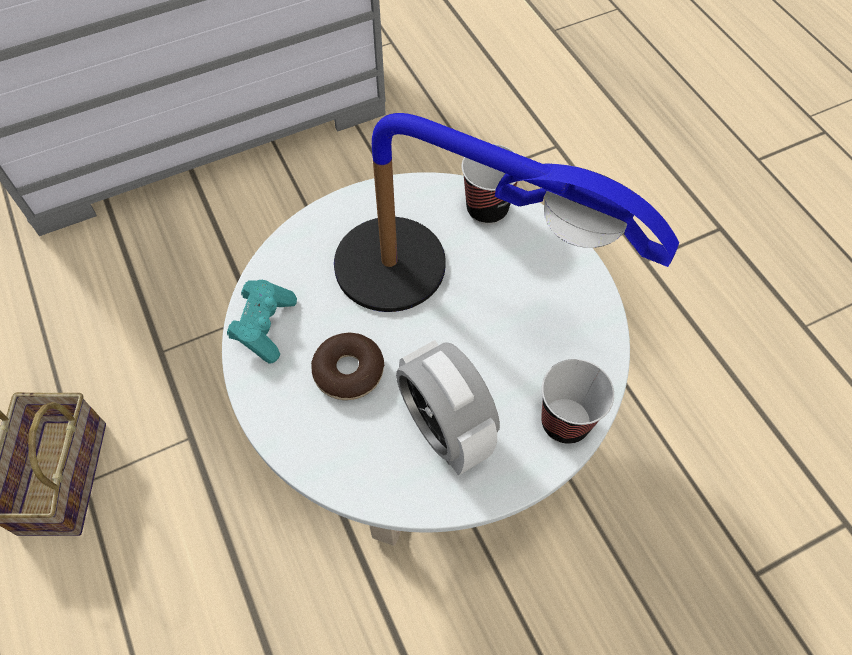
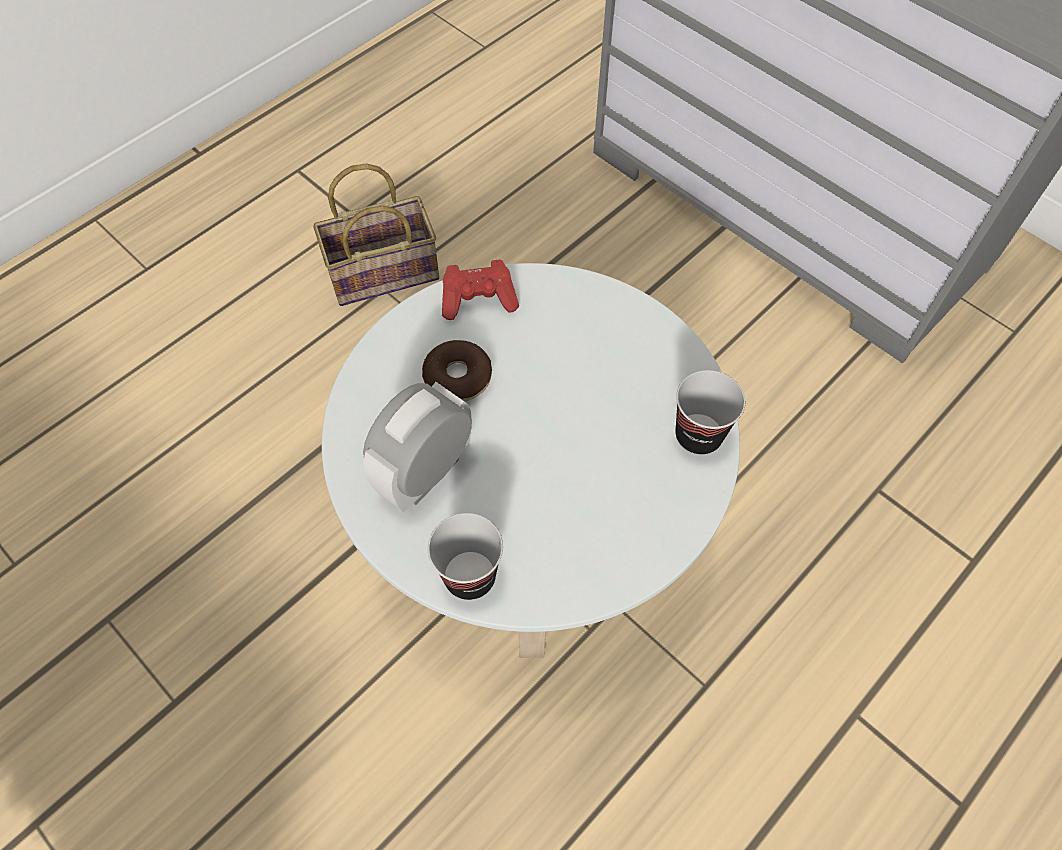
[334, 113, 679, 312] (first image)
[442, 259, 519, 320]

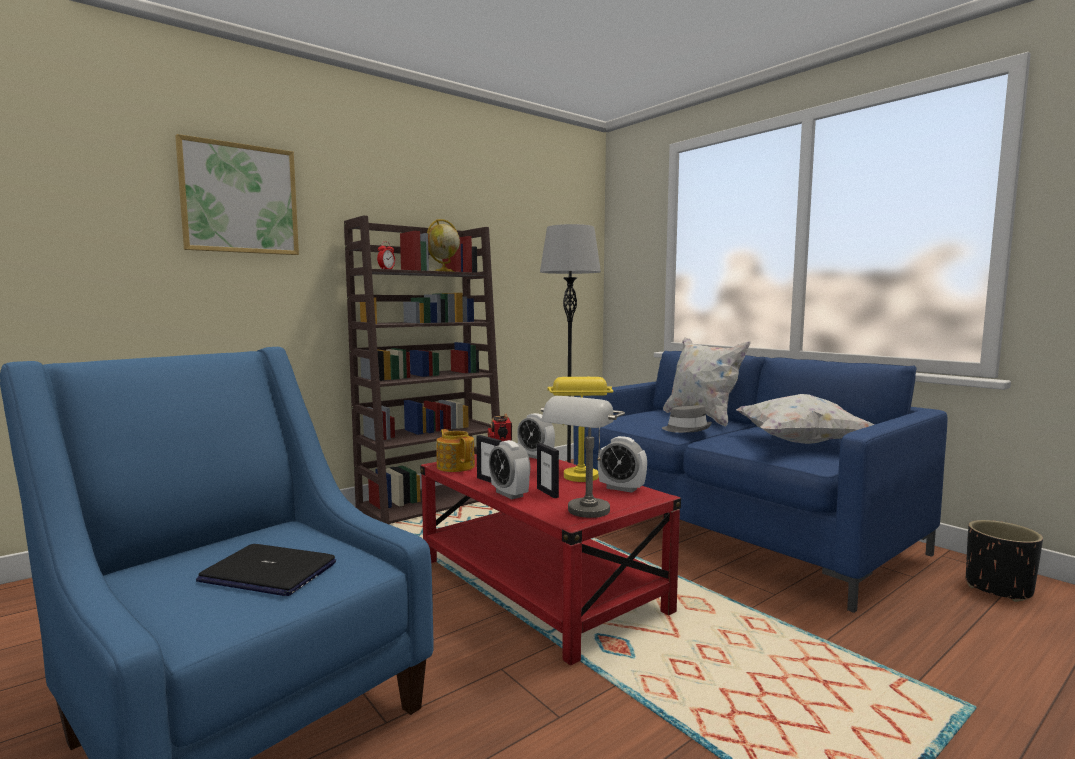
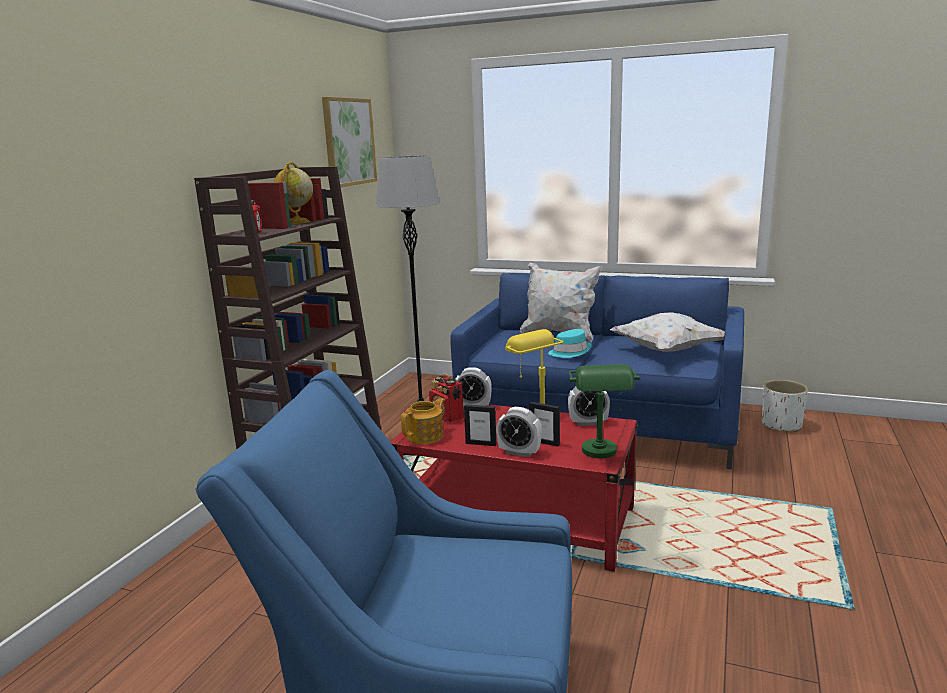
[196, 544, 336, 596] (first image)
[322, 97, 377, 187]
[569, 364, 640, 458]
[548, 329, 591, 358]
[762, 380, 808, 432]
[401, 398, 445, 444]

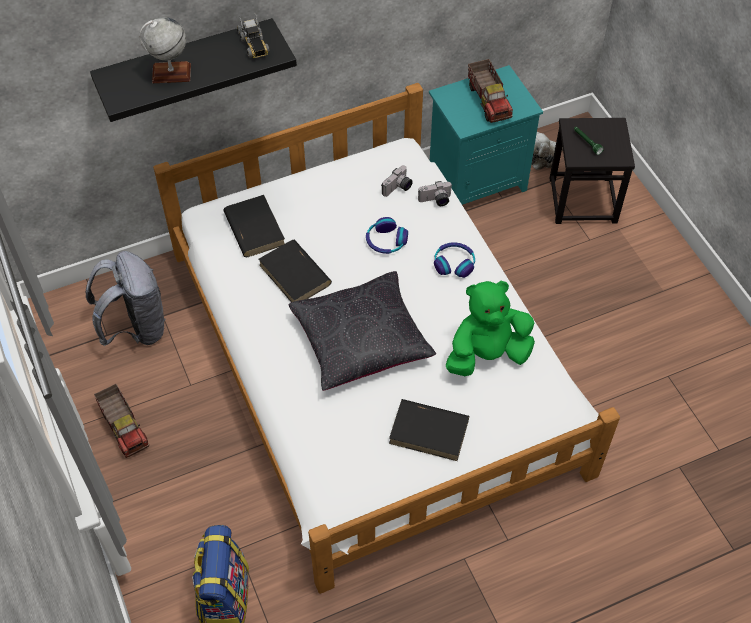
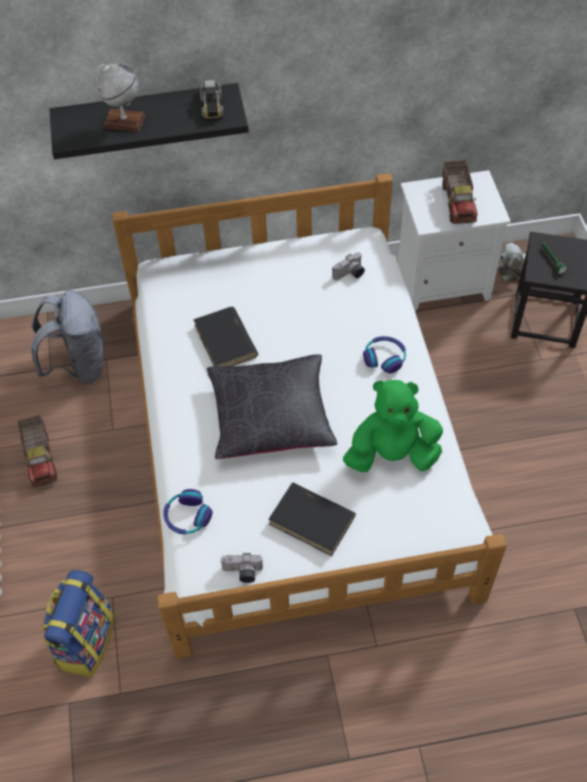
[223, 195, 285, 257] (first image)
[163, 489, 213, 534]
[220, 553, 263, 583]
[398, 170, 511, 312]

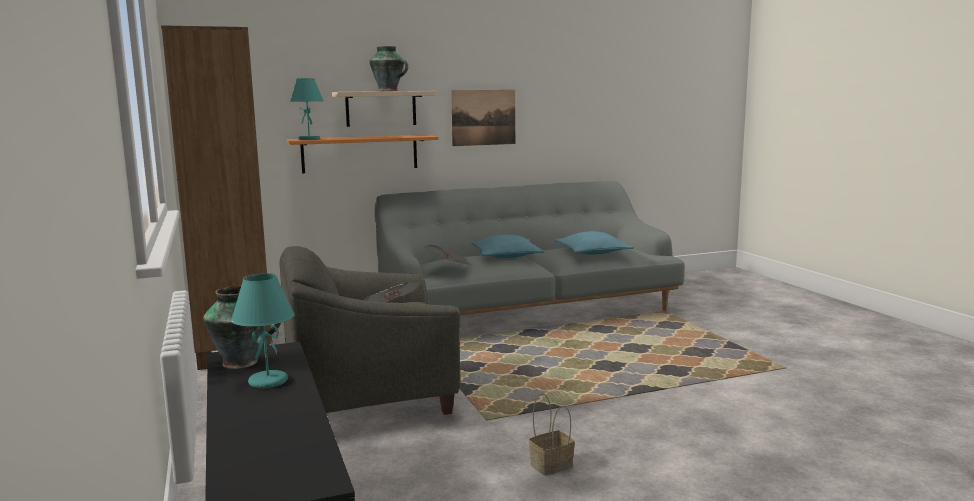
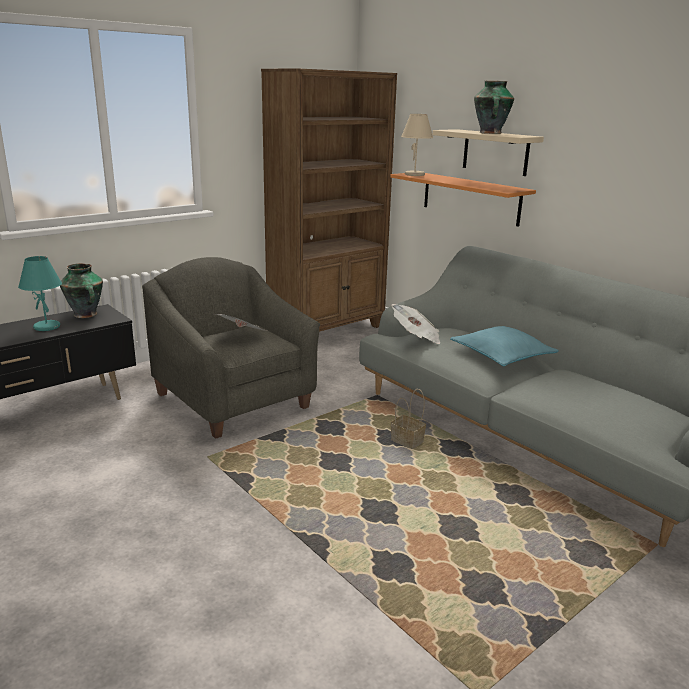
[451, 90, 515, 146] (first image)
[555, 231, 634, 255] (first image)
[391, 389, 426, 449]
[401, 114, 433, 176]

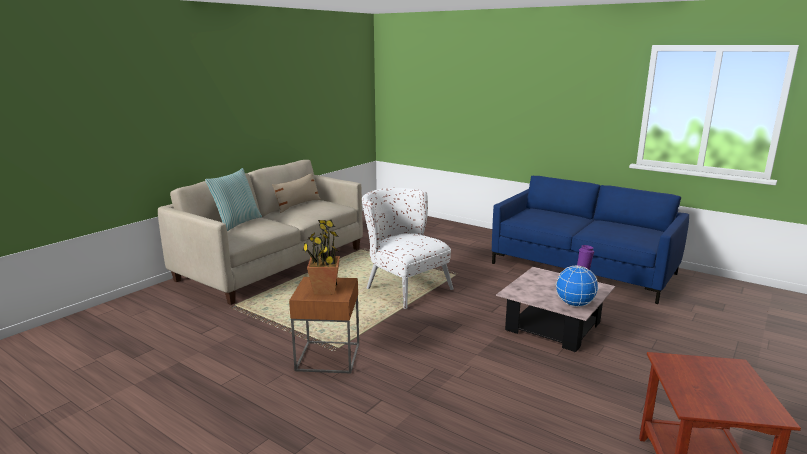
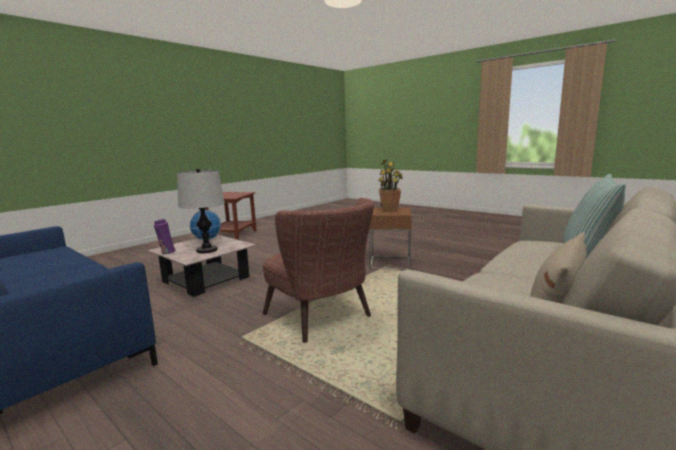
[177, 169, 225, 253]
[263, 198, 374, 343]

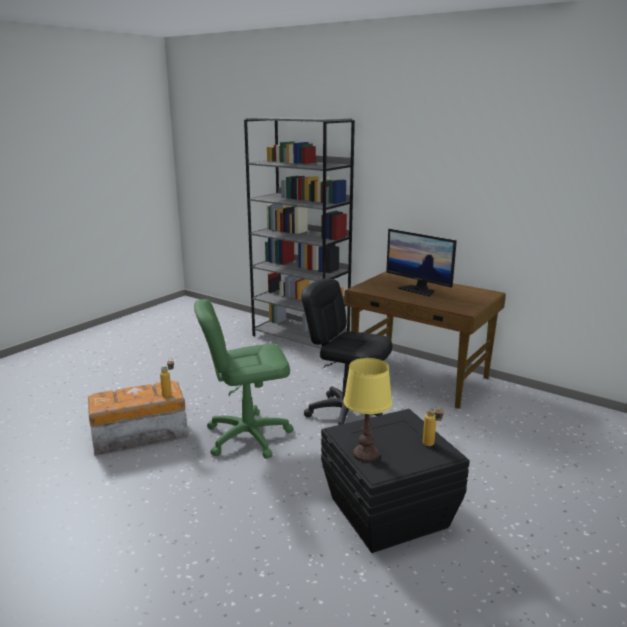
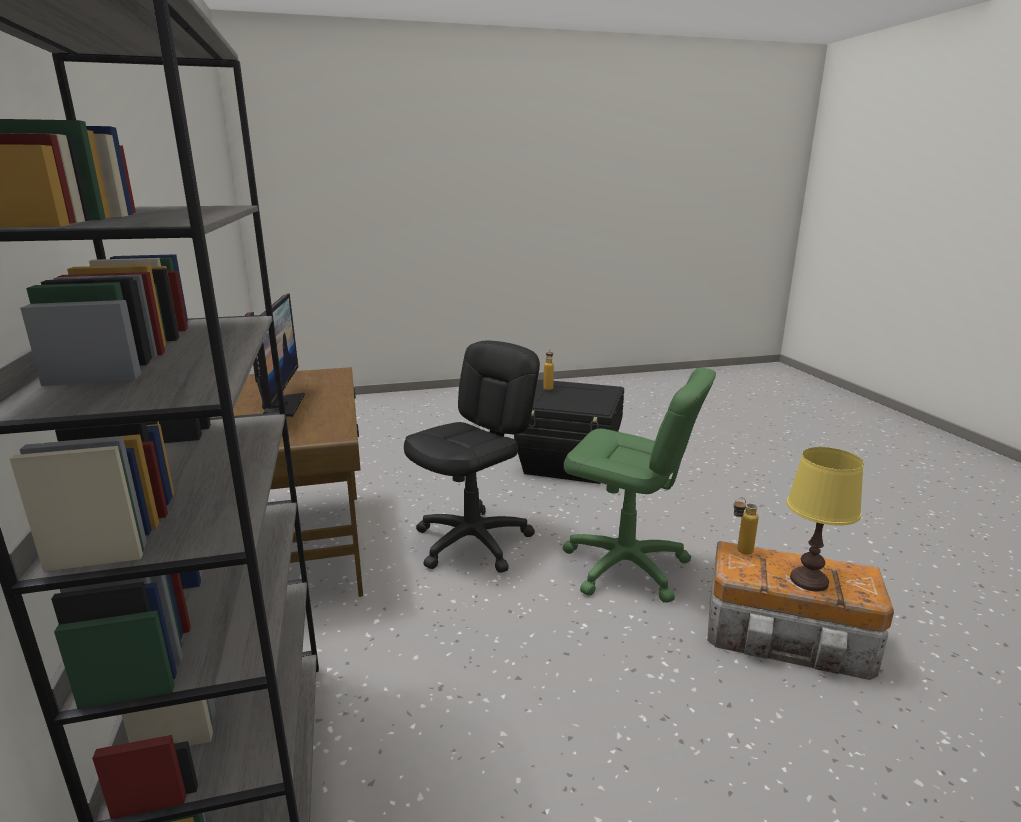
[786, 447, 864, 592]
[404, 341, 540, 573]

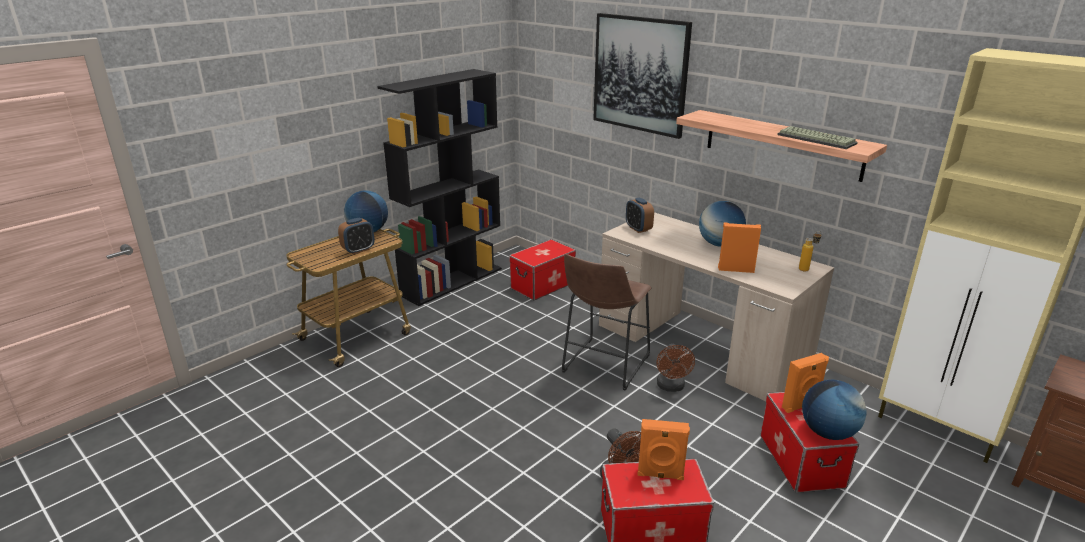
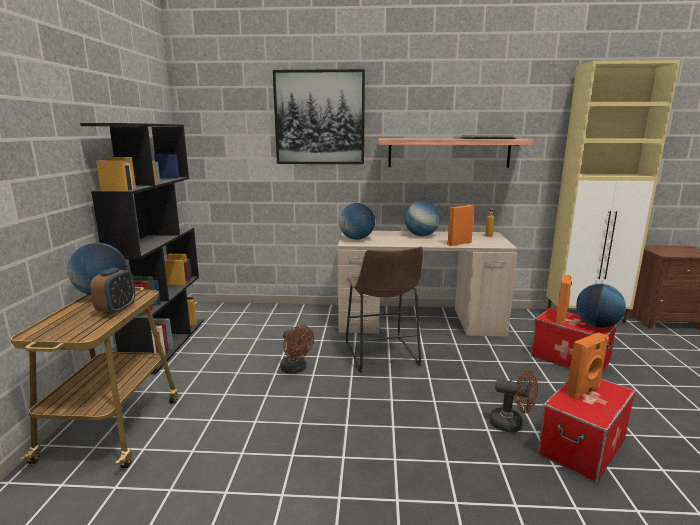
[509, 239, 576, 300] (first image)
[280, 325, 314, 373]
[339, 203, 375, 240]

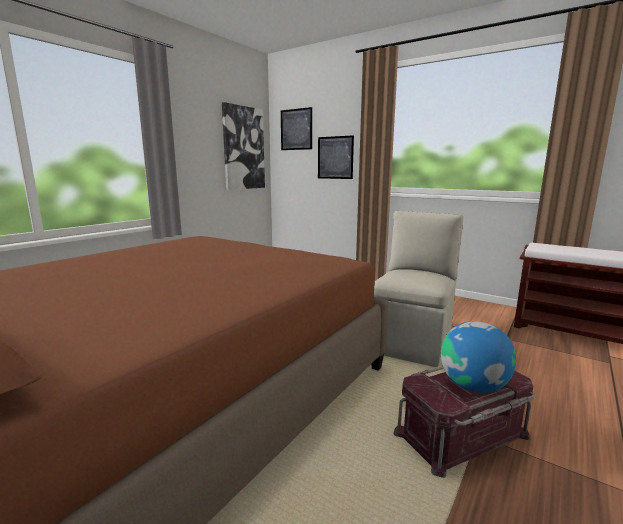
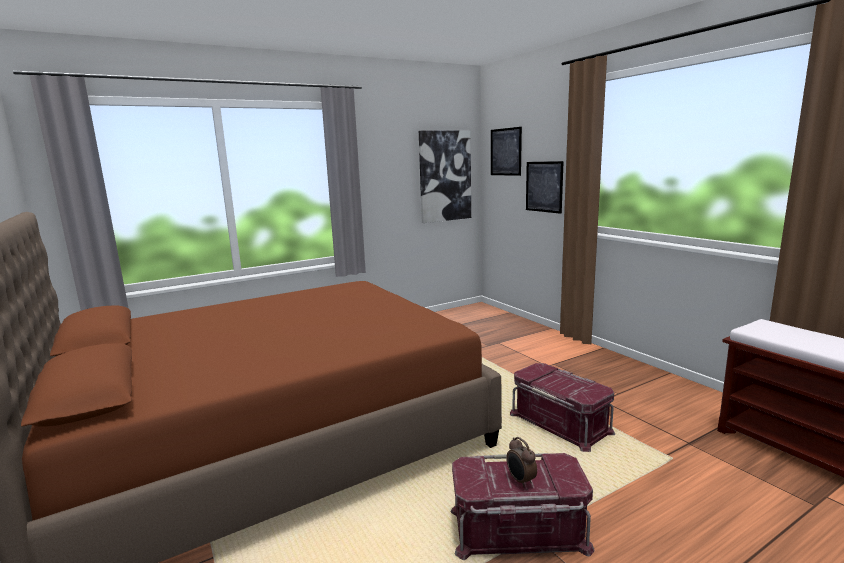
[510, 363, 615, 452]
[506, 437, 537, 488]

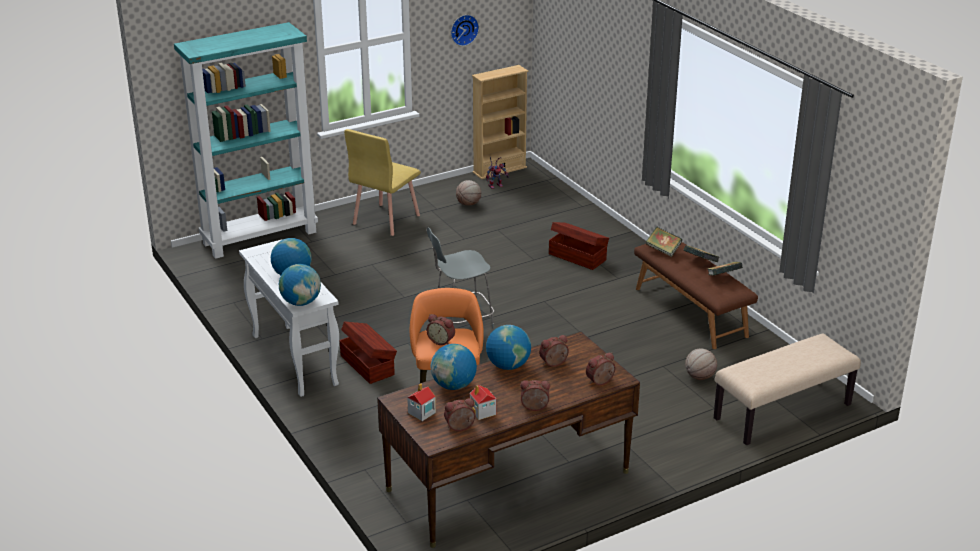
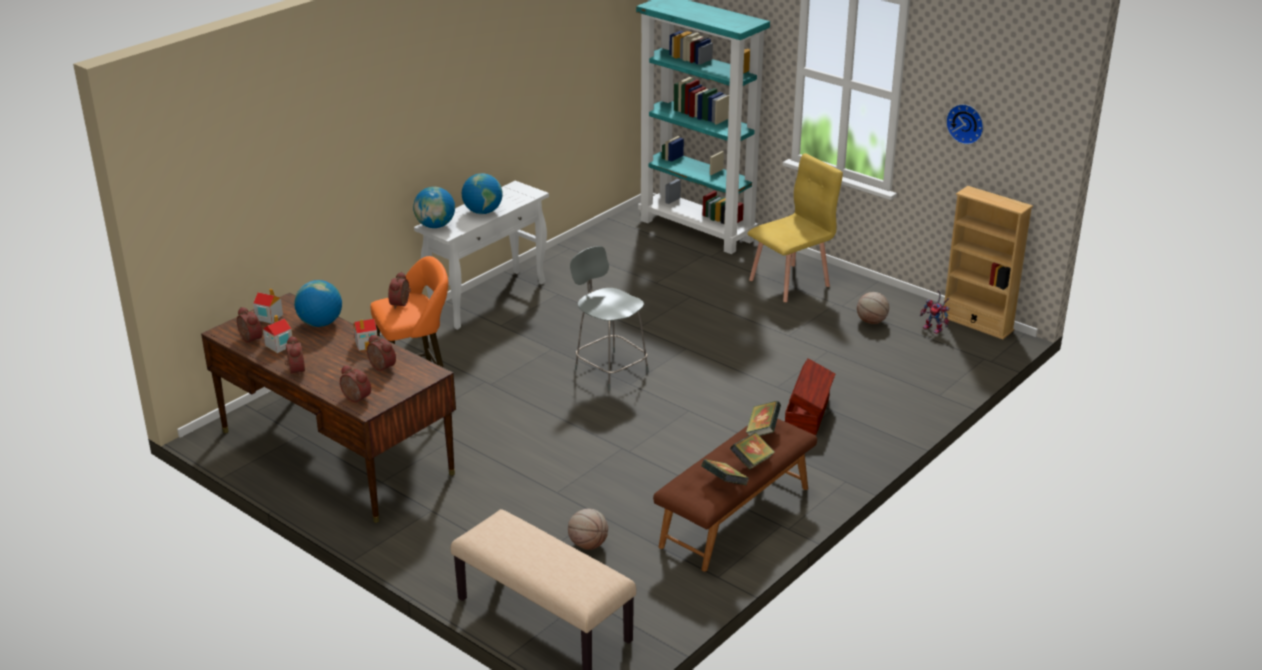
[340, 322, 397, 384] (first image)
[353, 319, 377, 351]
[748, 153, 843, 302]

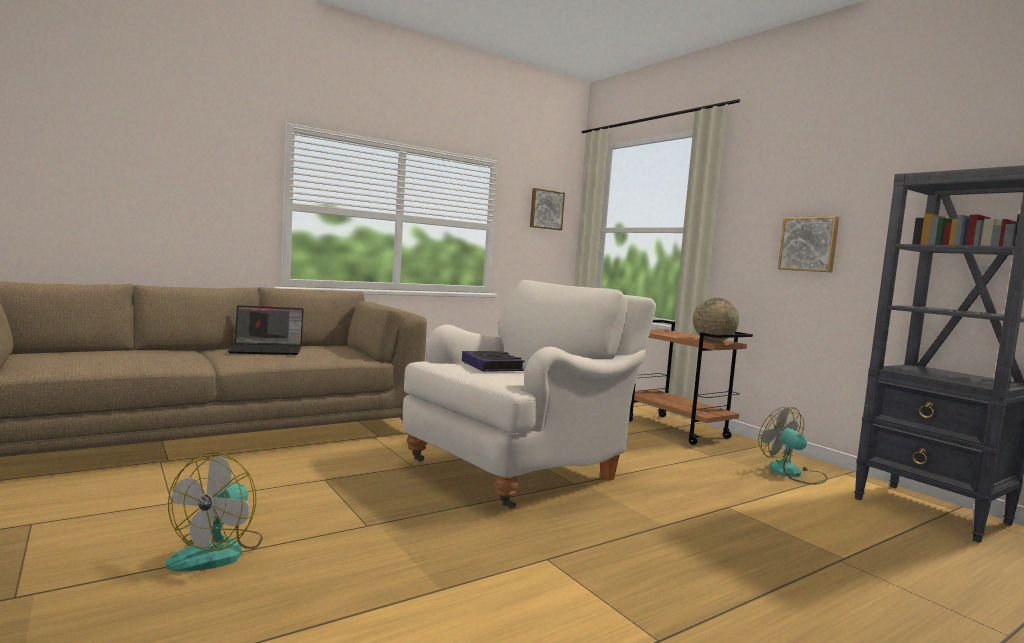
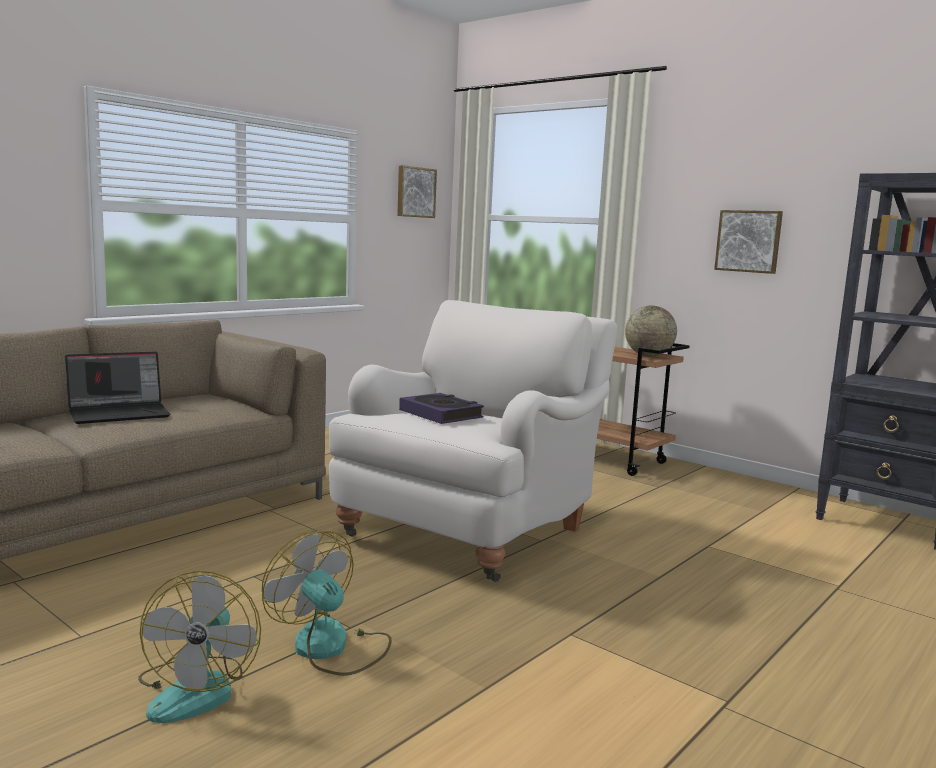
[262, 531, 392, 676]

